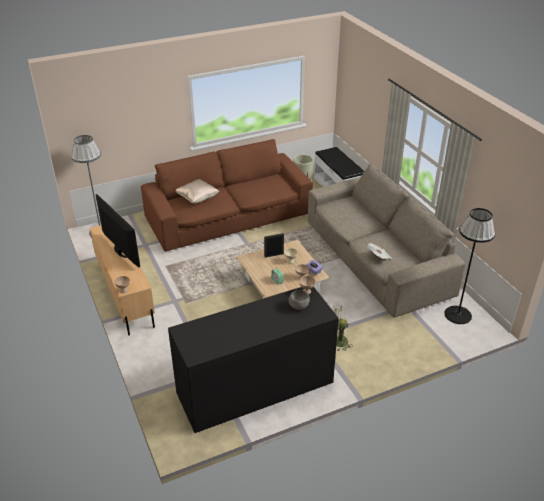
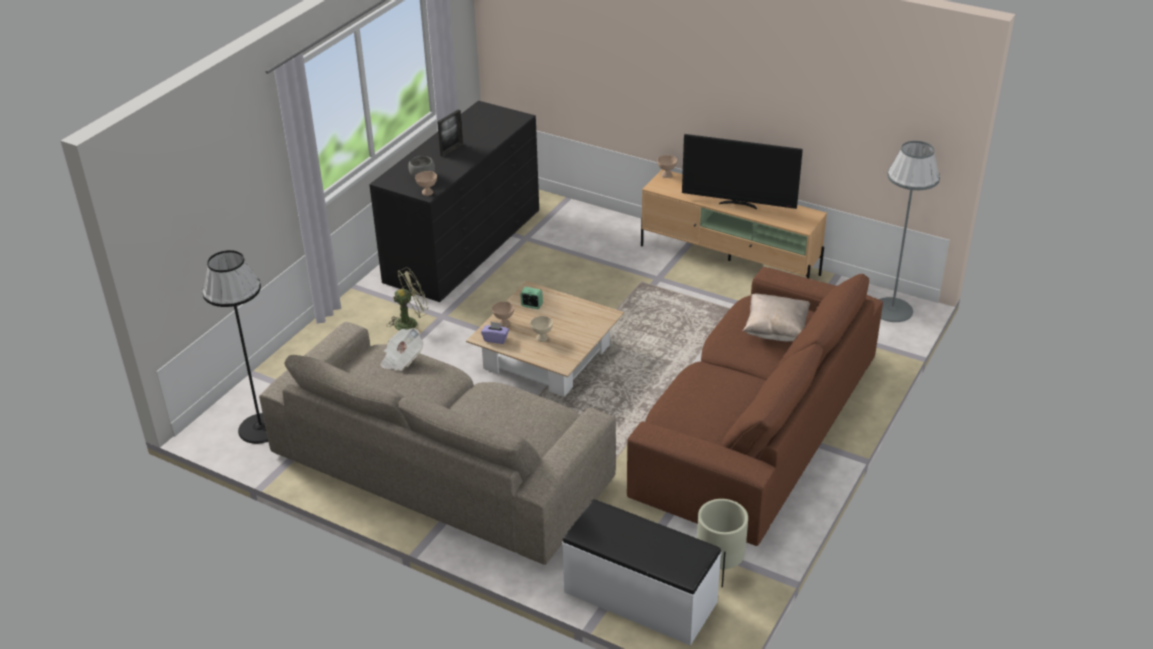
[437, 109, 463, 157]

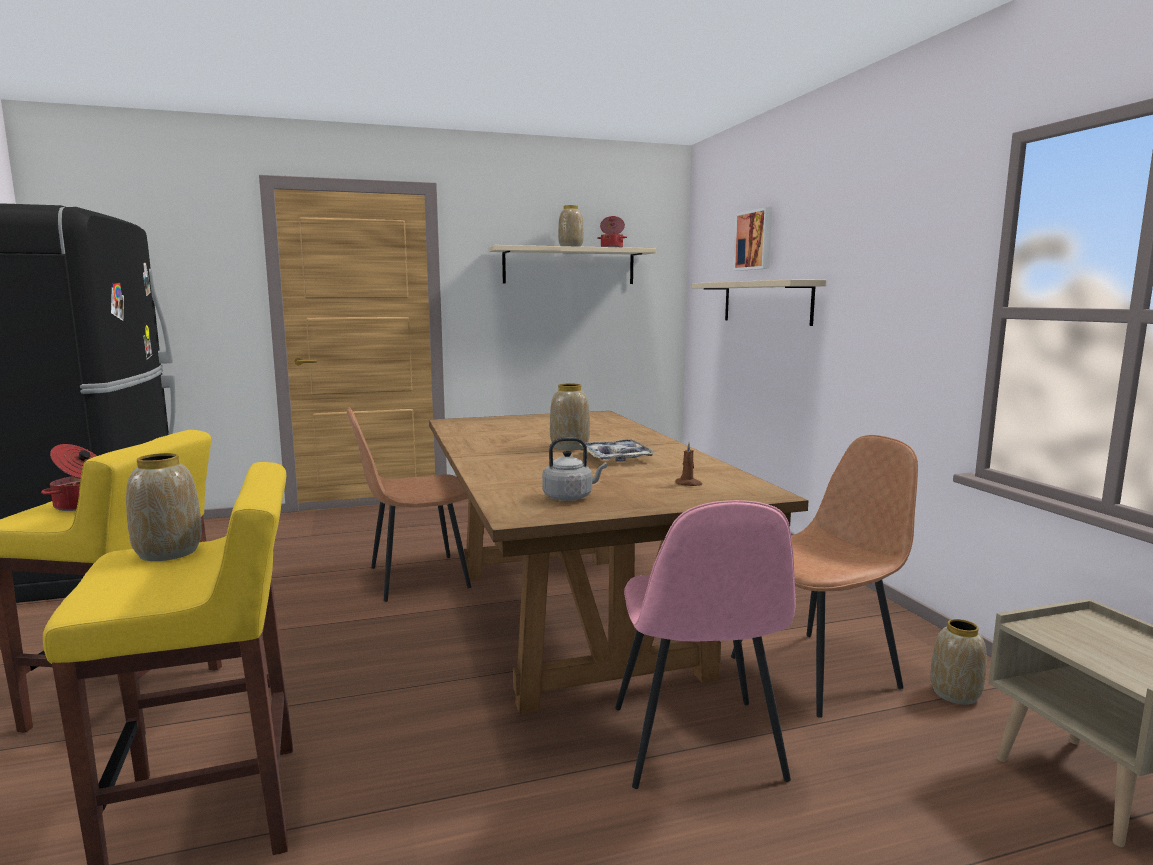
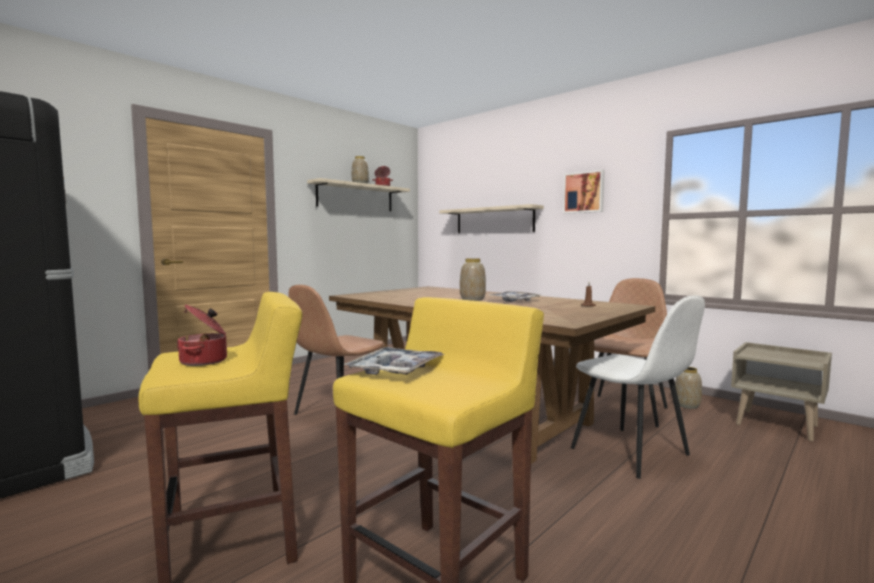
[542, 437, 607, 501] (first image)
[563, 170, 605, 214]
[344, 347, 445, 375]
[571, 295, 705, 479]

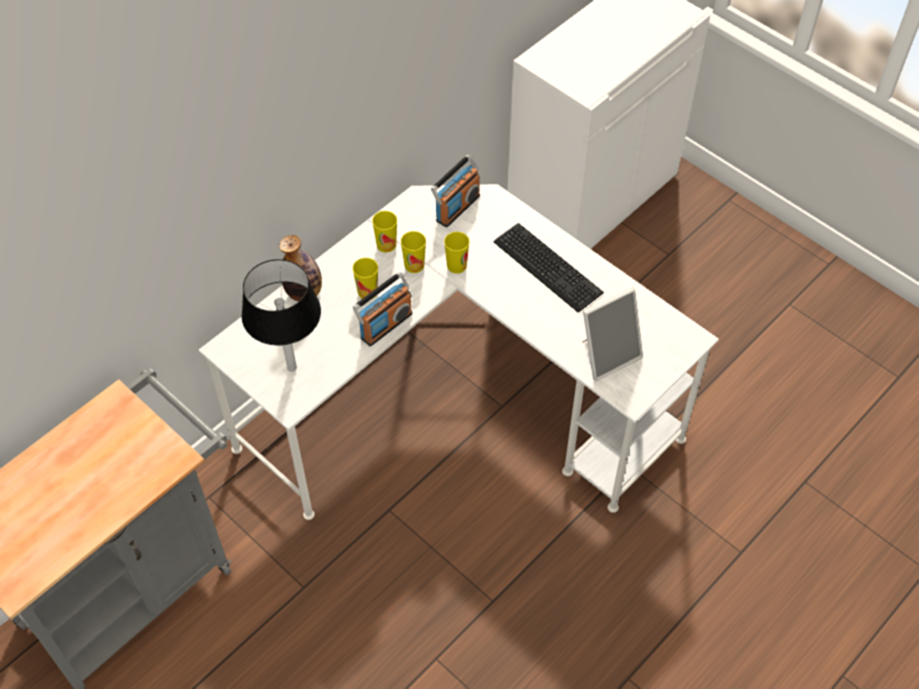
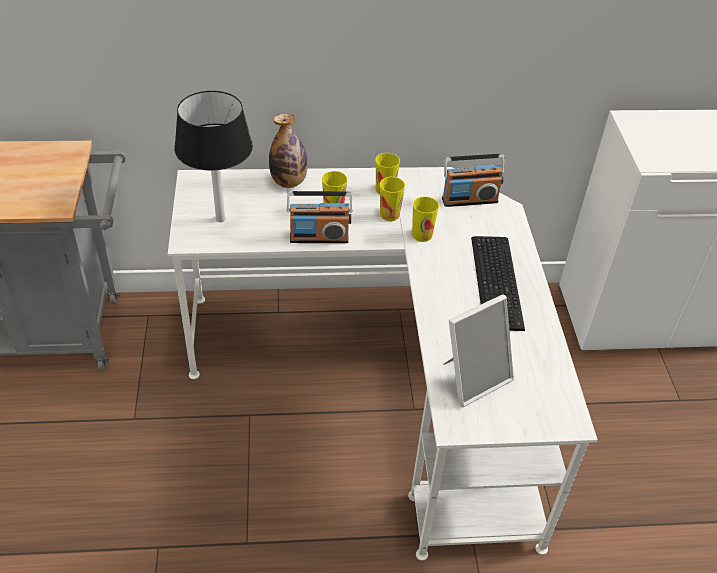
[444, 294, 514, 407]

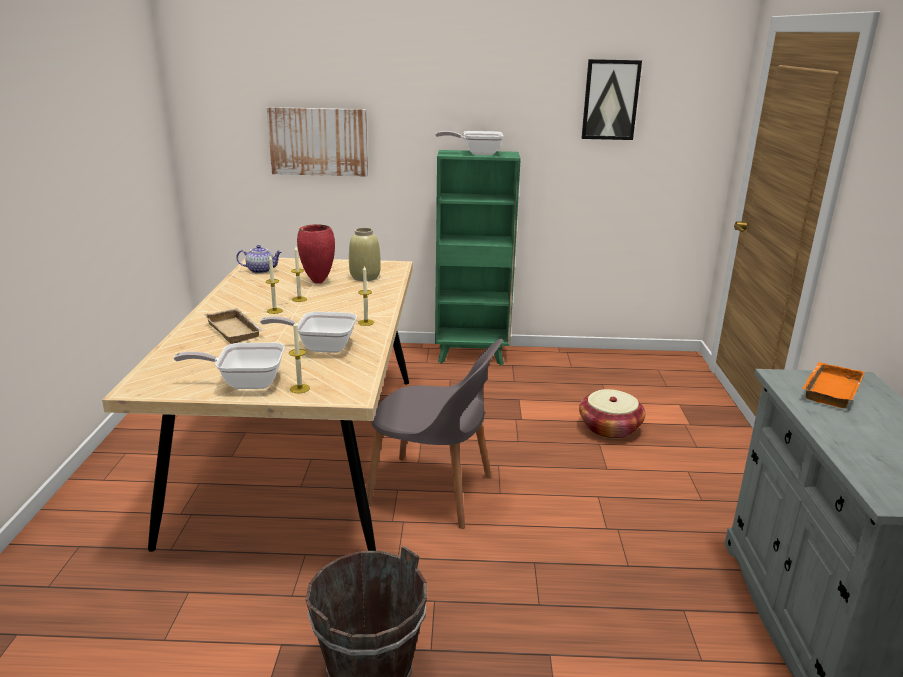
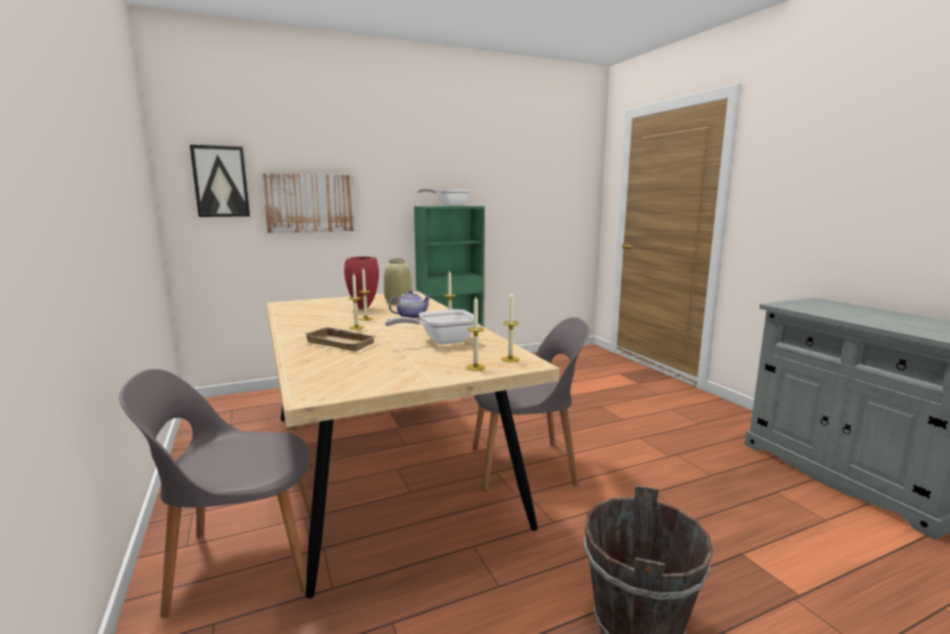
[174, 343, 285, 389] (first image)
[579, 389, 645, 439] (first image)
[802, 362, 865, 408] (first image)
[119, 369, 312, 618]
[501, 292, 520, 363]
[389, 290, 432, 319]
[190, 145, 250, 217]

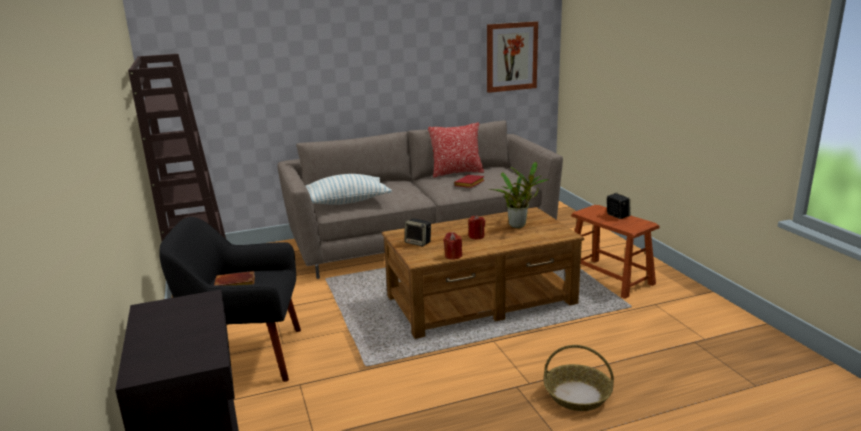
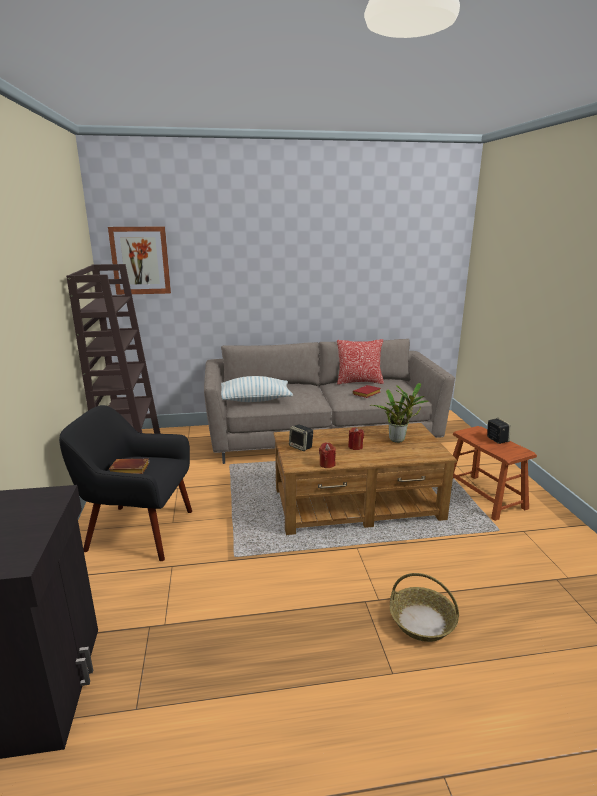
[108, 227, 171, 295]

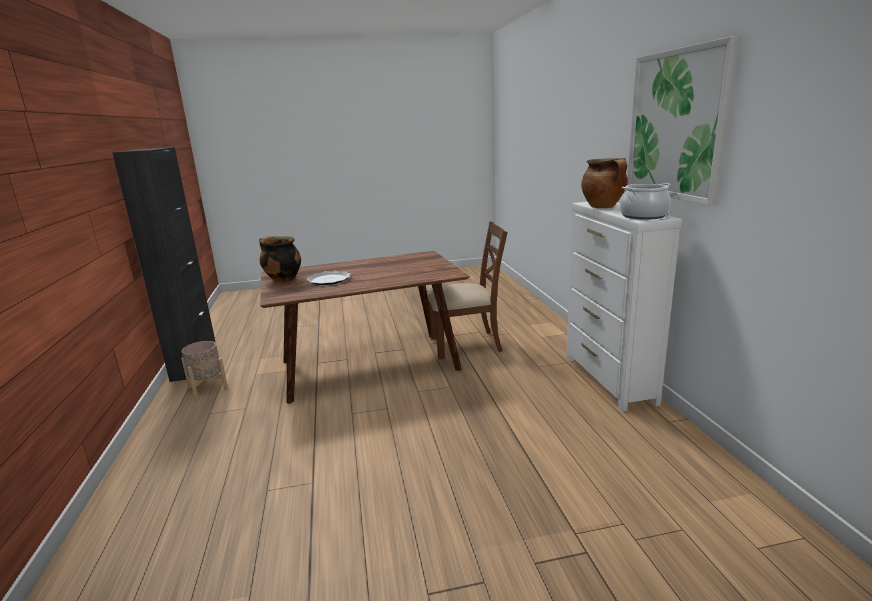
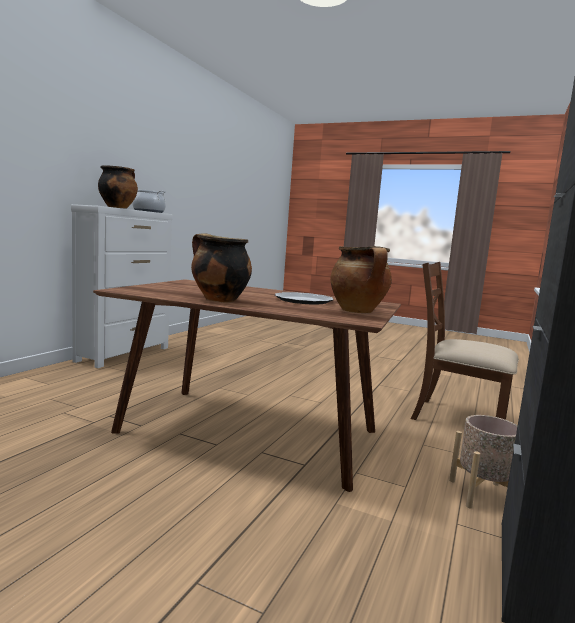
[627, 36, 739, 206] (first image)
[191, 233, 252, 303]
[411, 262, 519, 420]

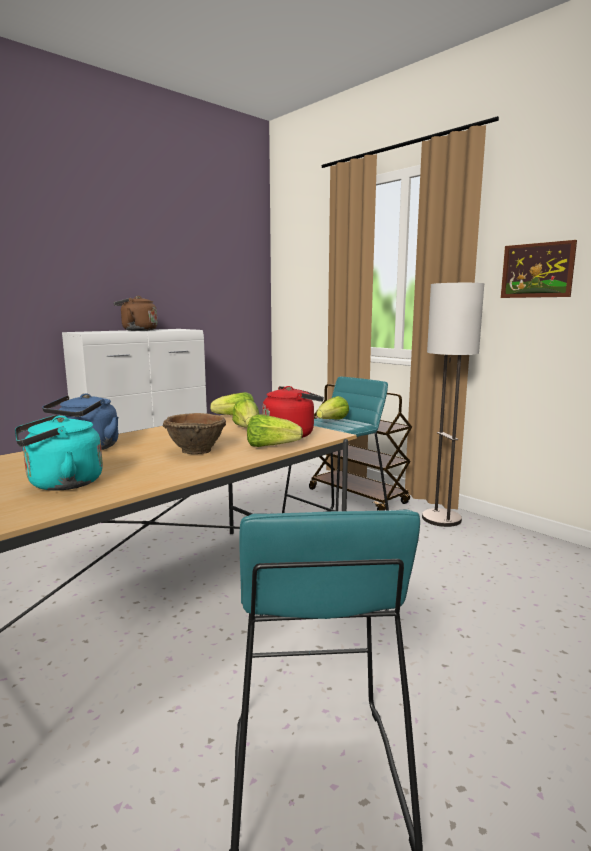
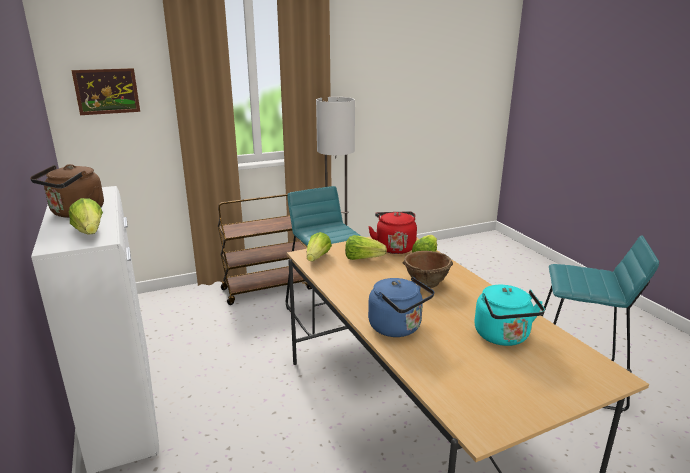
[69, 198, 103, 235]
[71, 68, 140, 115]

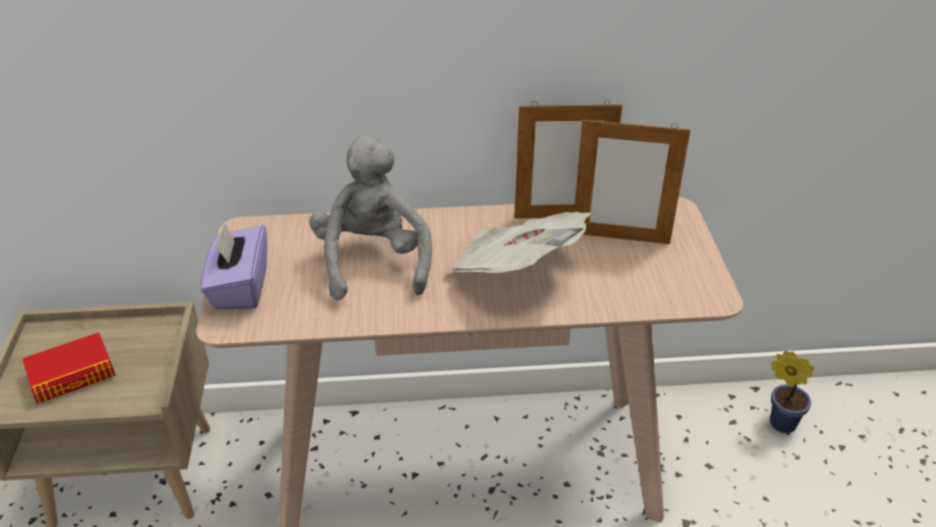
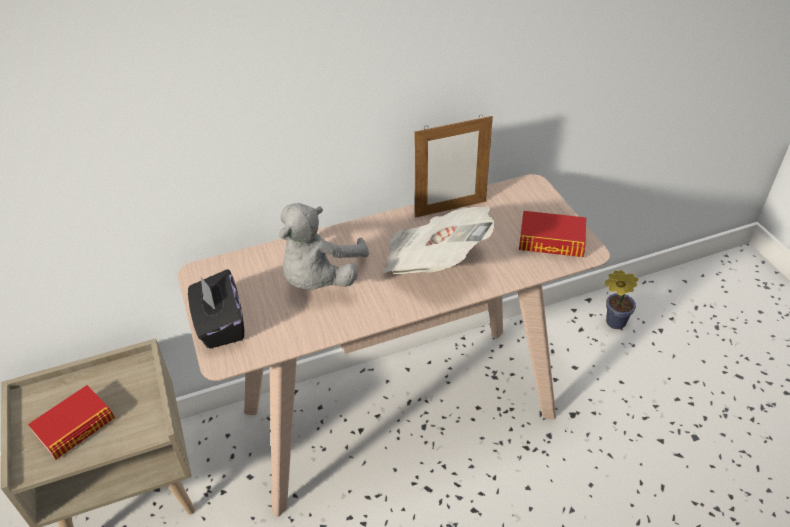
[574, 117, 690, 244] (first image)
[519, 211, 586, 257]
[188, 269, 244, 349]
[279, 203, 369, 290]

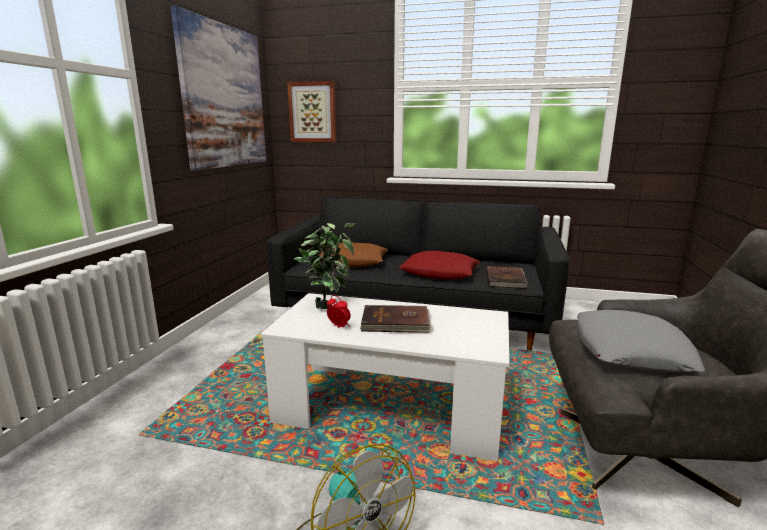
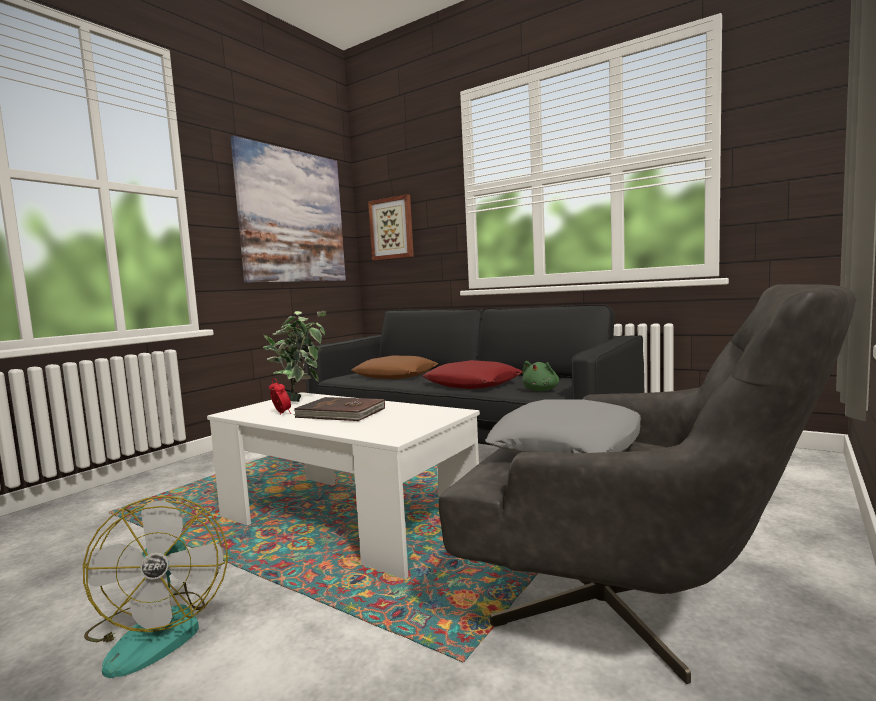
[522, 361, 559, 391]

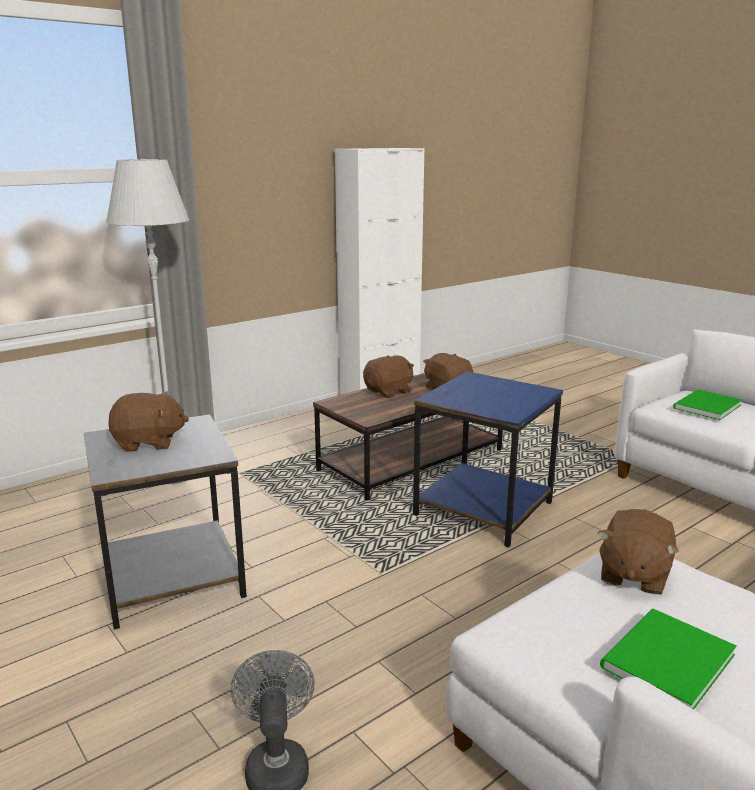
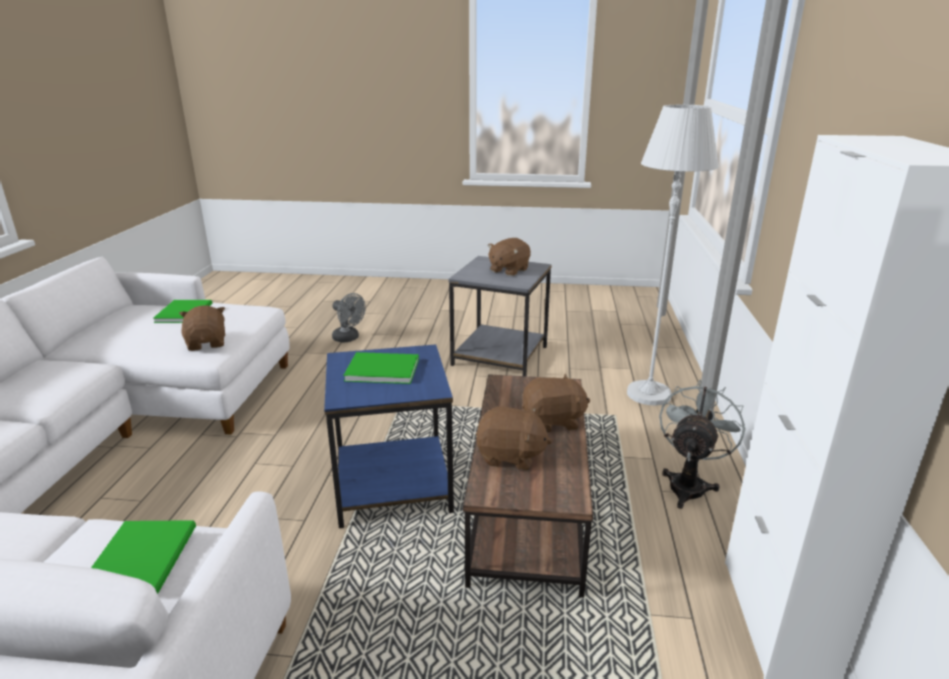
[343, 352, 419, 384]
[659, 380, 746, 509]
[522, 374, 590, 433]

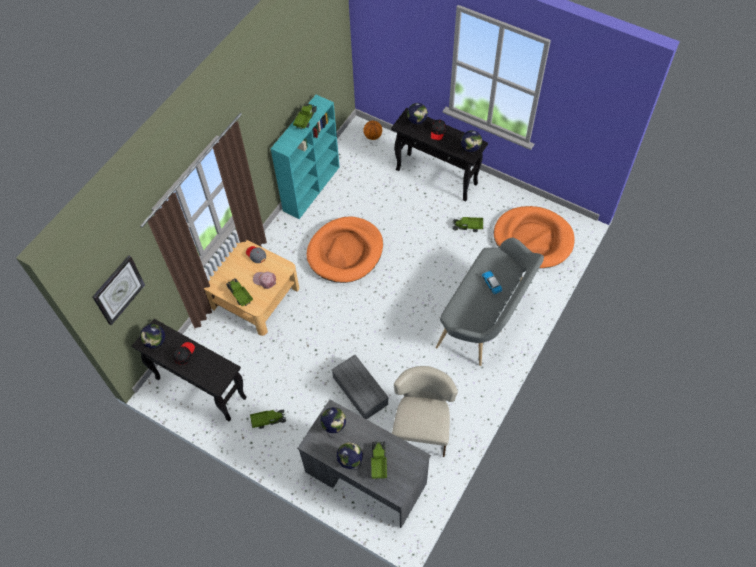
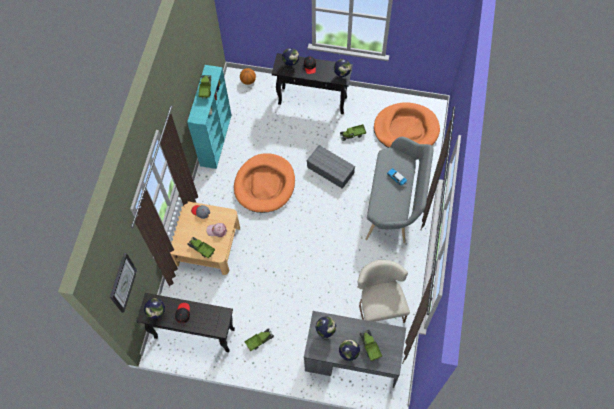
[307, 145, 355, 189]

